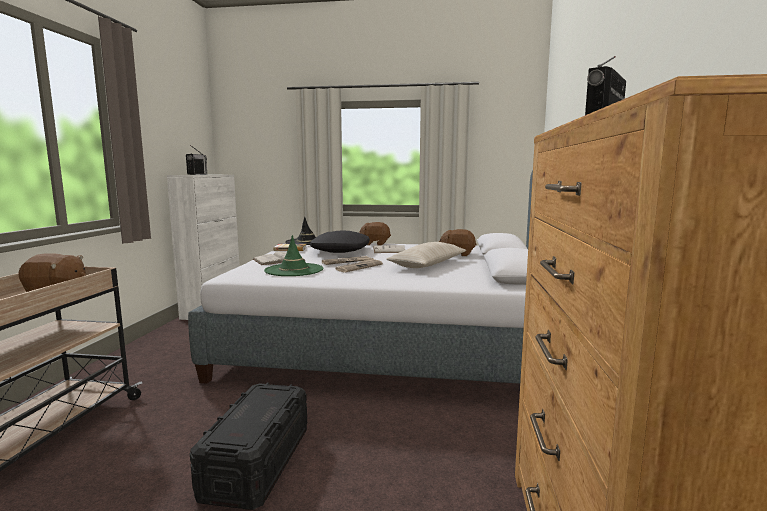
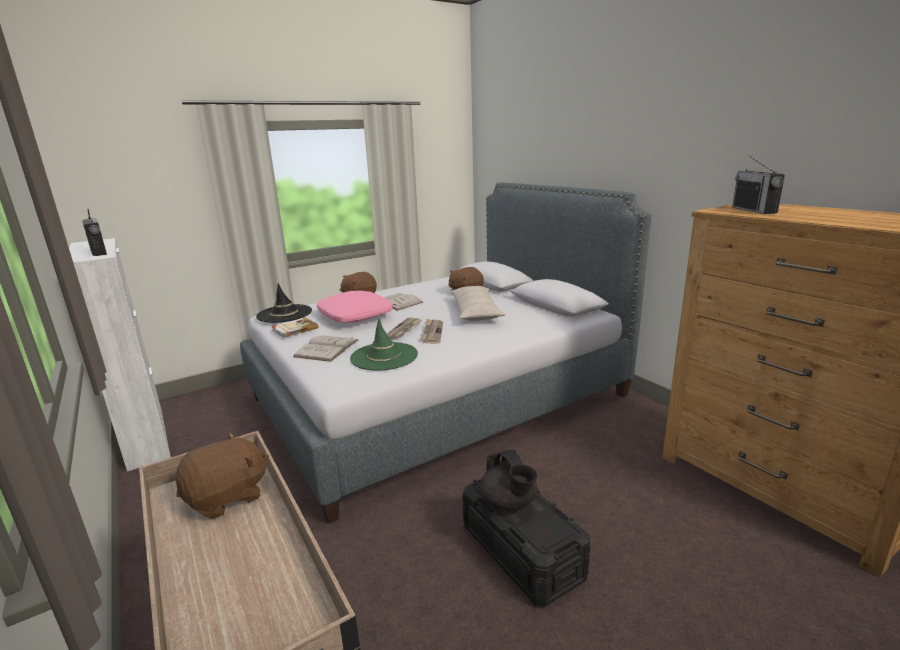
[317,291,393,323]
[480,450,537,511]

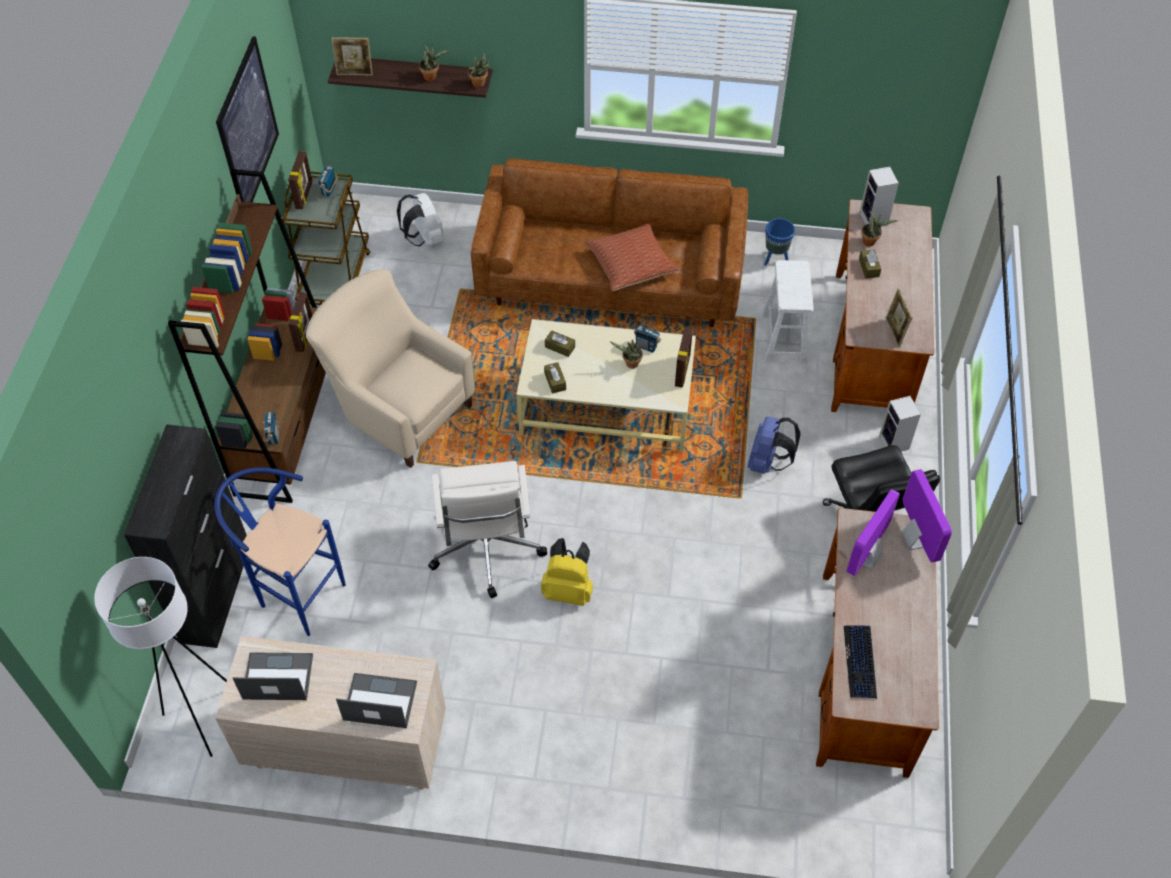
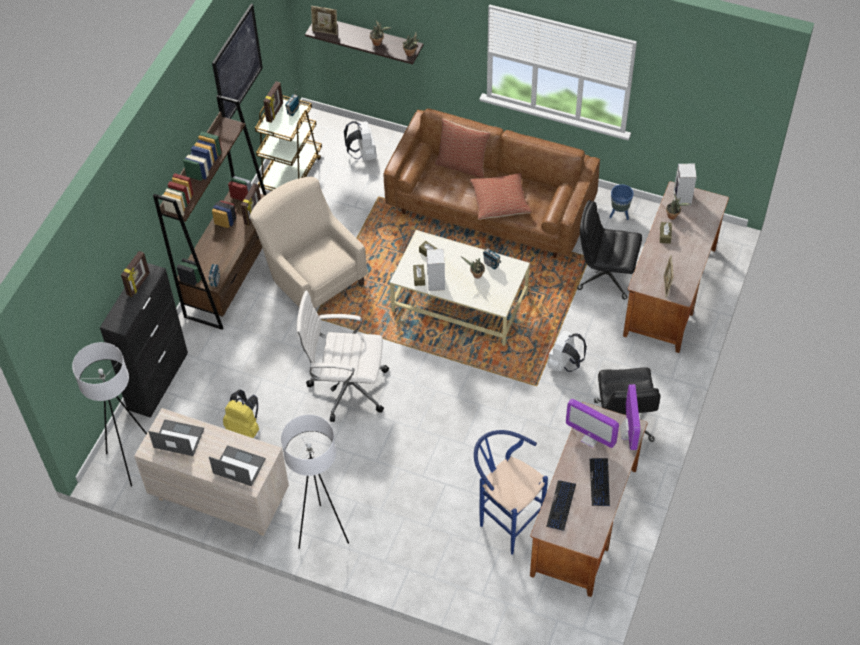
[121,251,150,297]
[223,390,259,438]
[281,415,349,549]
[297,290,389,422]
[427,249,445,291]
[435,118,491,178]
[474,430,548,555]
[547,331,587,372]
[566,399,619,448]
[577,200,642,300]
[590,458,610,507]

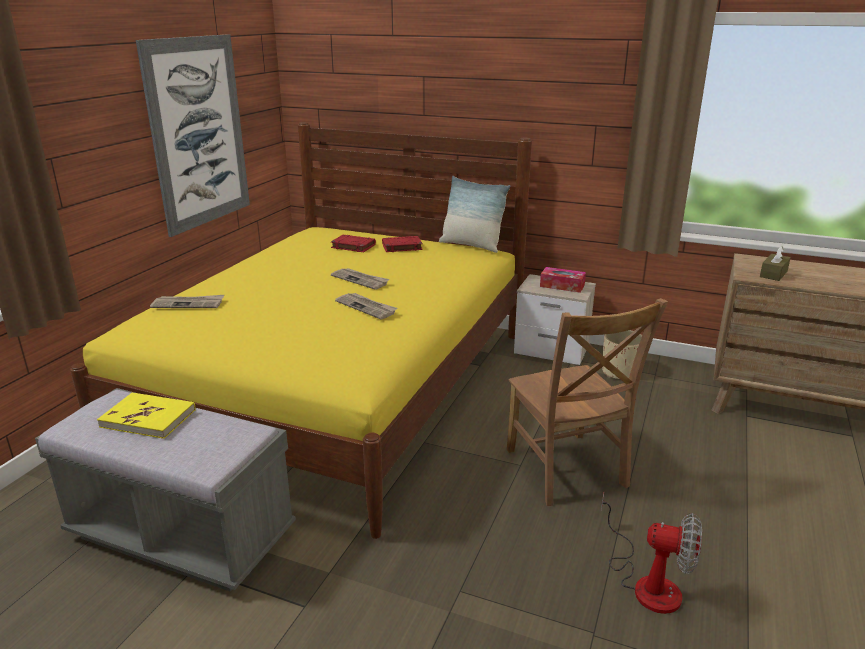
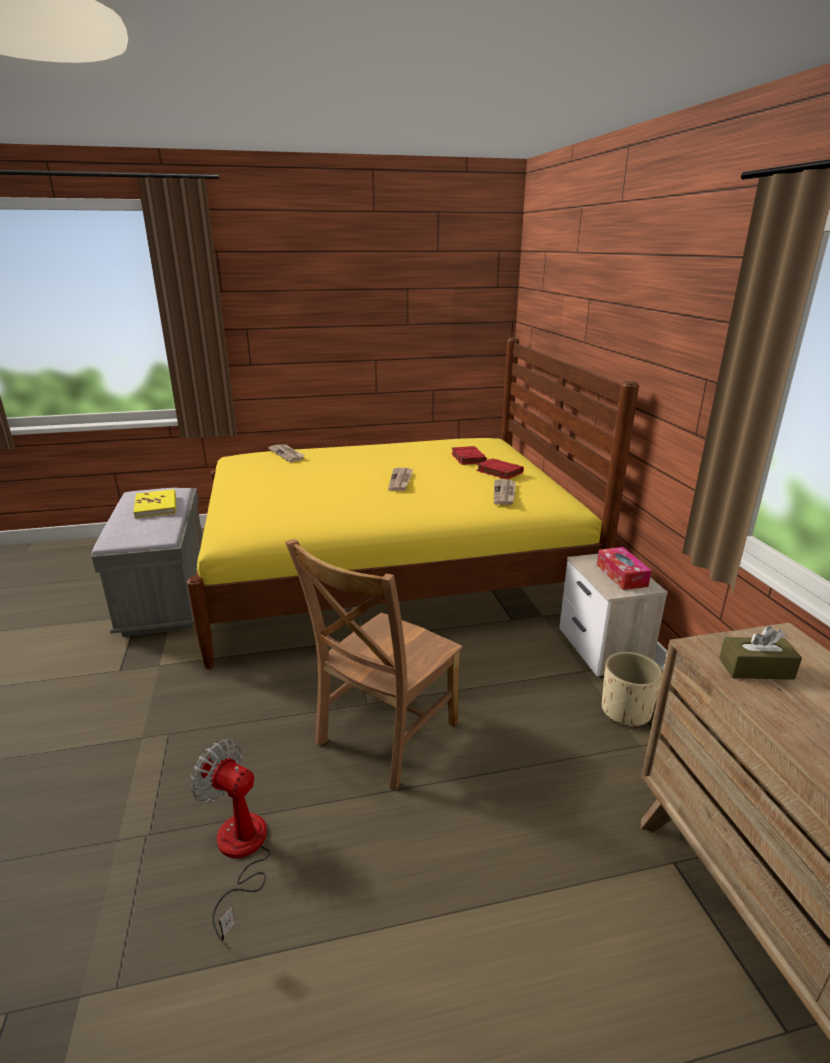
[191,739,271,941]
[494,479,516,505]
[136,34,250,237] (first image)
[439,176,511,253] (first image)

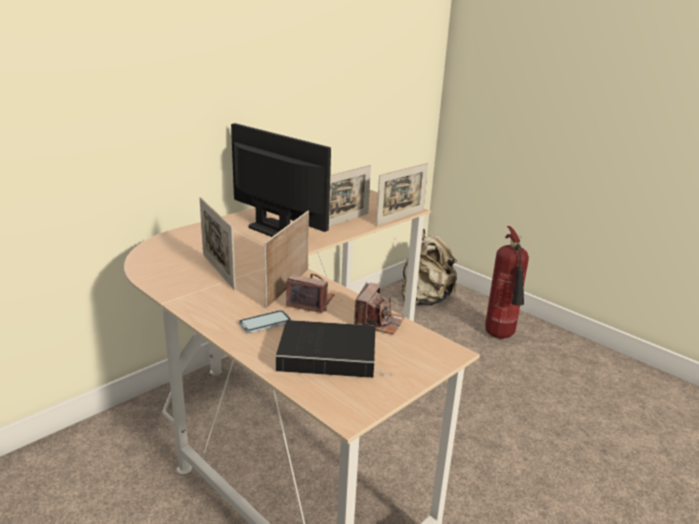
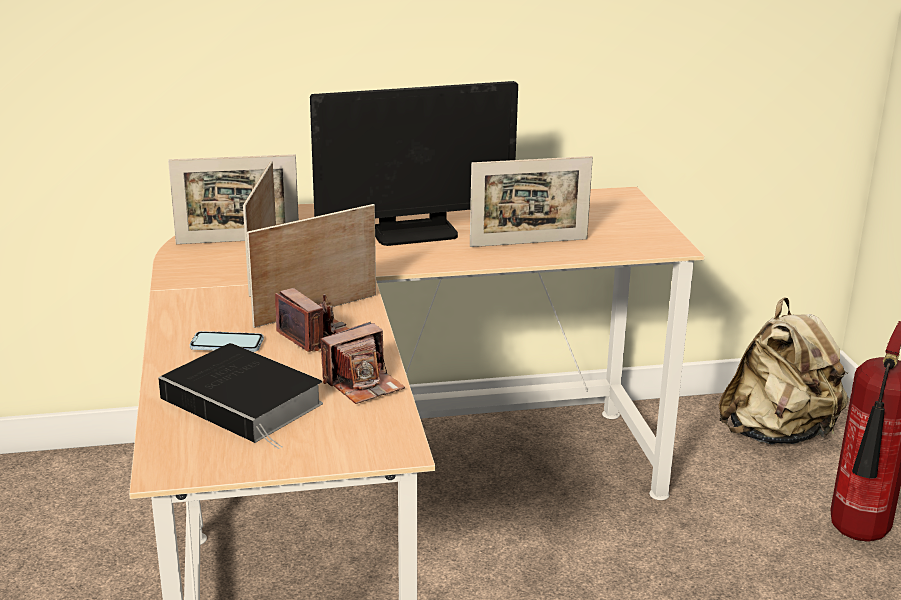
[168,154,299,244]
[310,81,518,246]

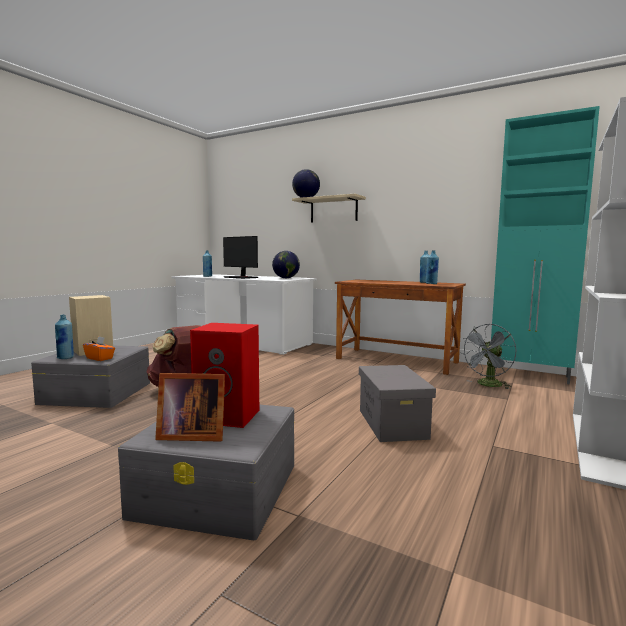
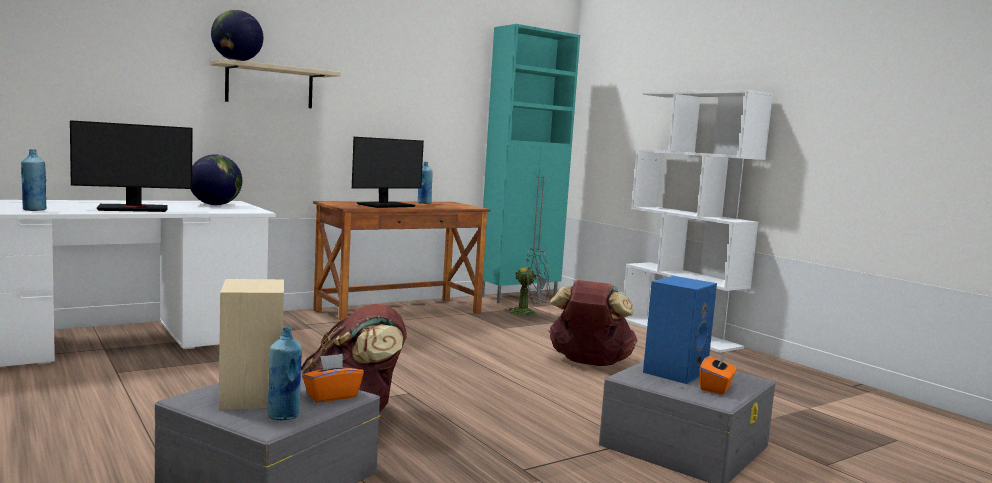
[352,137,424,208]
[509,248,550,319]
[549,280,637,366]
[643,276,717,384]
[699,352,737,395]
[426,250,439,284] (first image)

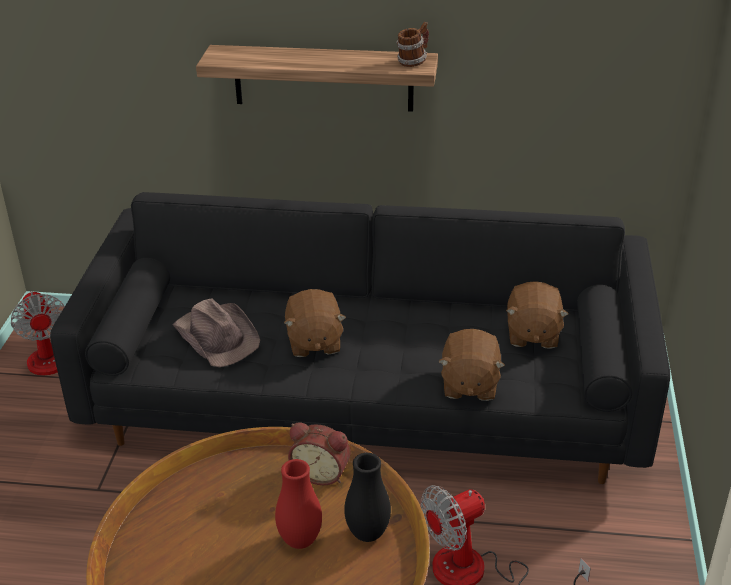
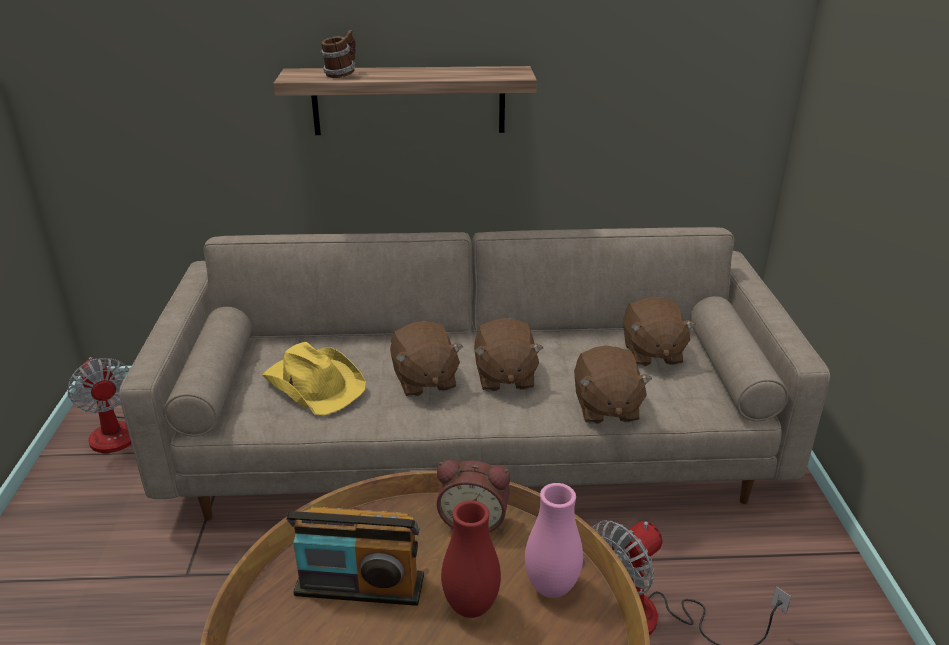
[119,227,830,521]
[262,342,366,415]
[286,507,424,606]
[321,30,356,78]
[474,318,543,392]
[525,483,583,598]

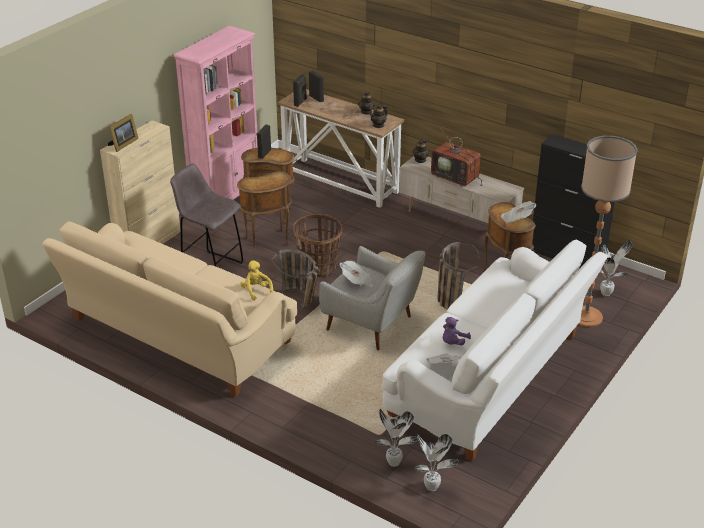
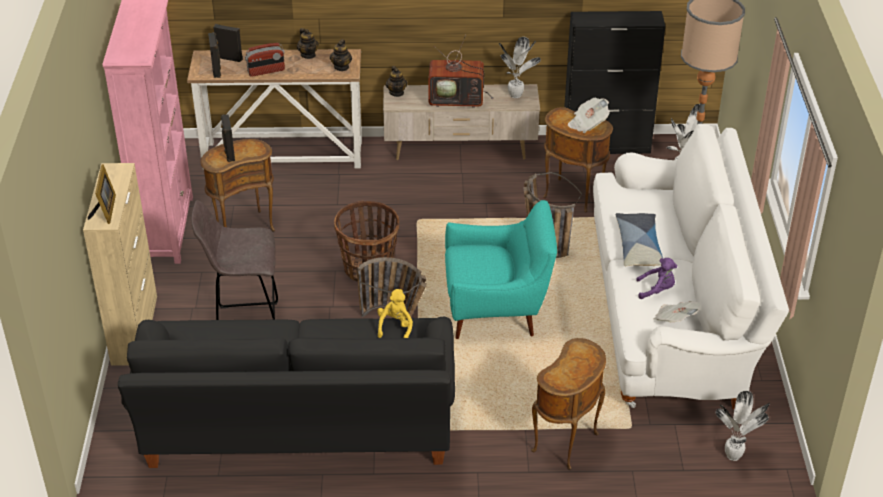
[118,317,455,468]
[245,43,285,77]
[377,289,413,338]
[445,200,557,339]
[499,37,541,98]
[531,338,606,470]
[616,213,663,266]
[636,258,677,299]
[340,261,373,287] (first image)

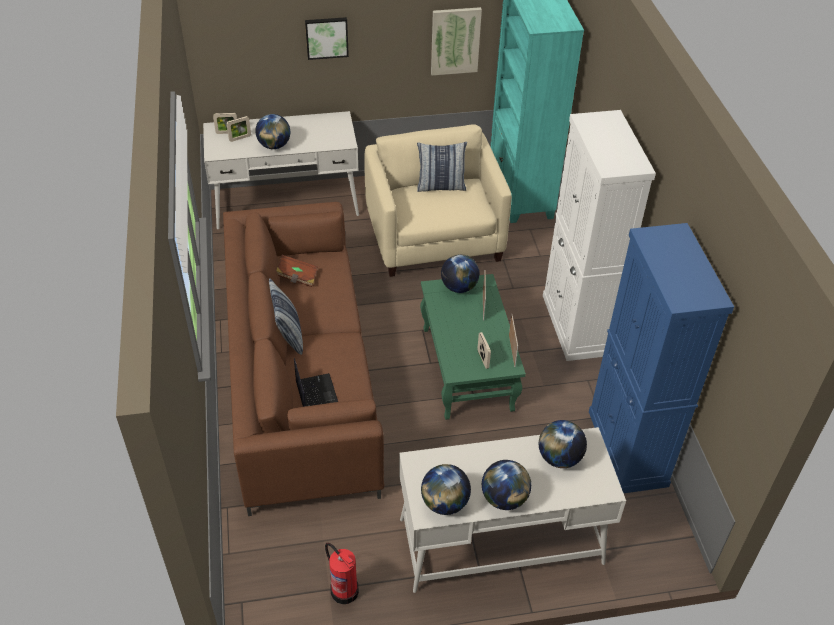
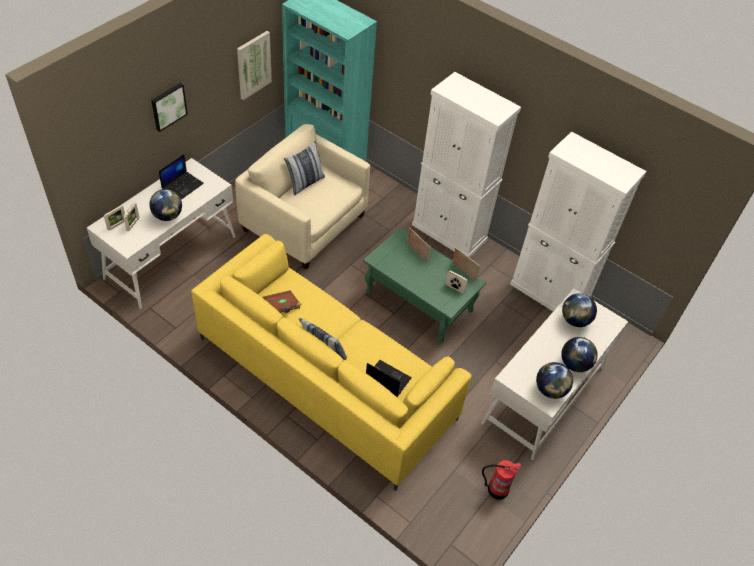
[159,154,204,200]
[191,234,472,491]
[510,131,646,311]
[441,254,479,293] (first image)

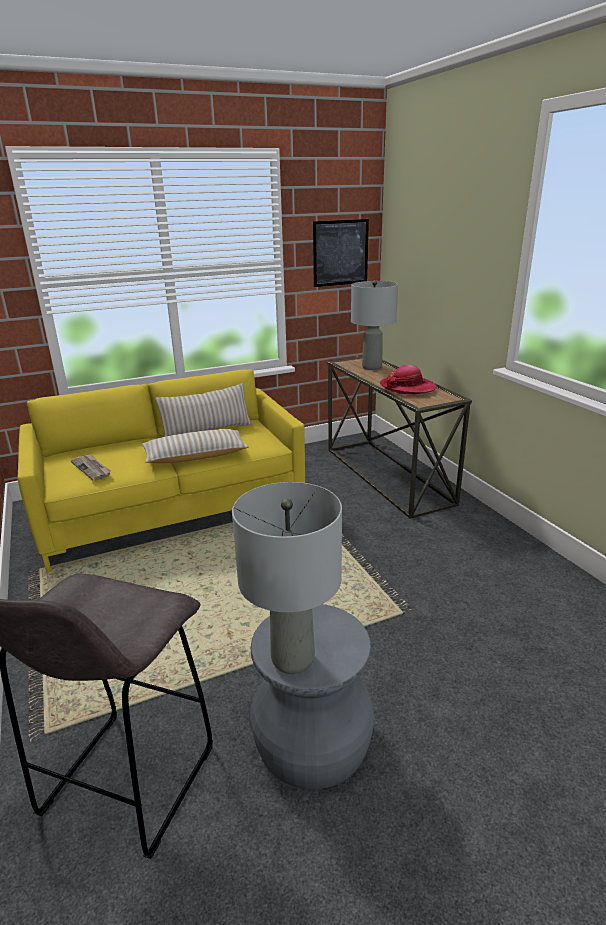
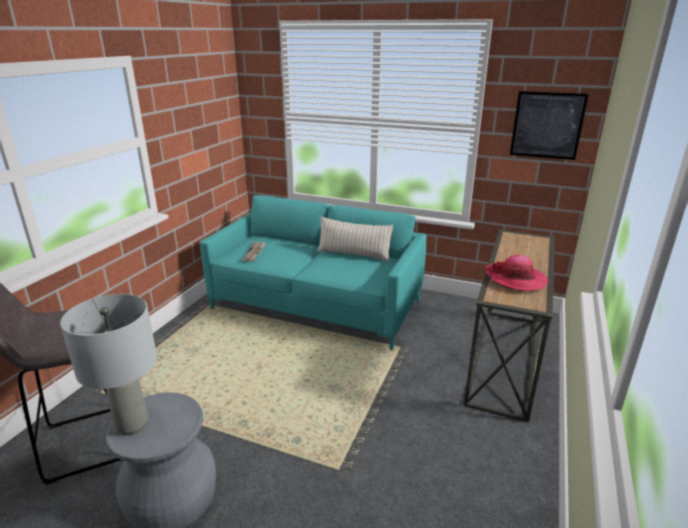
[200,195,426,350]
[142,429,249,463] (first image)
[351,280,398,370] (first image)

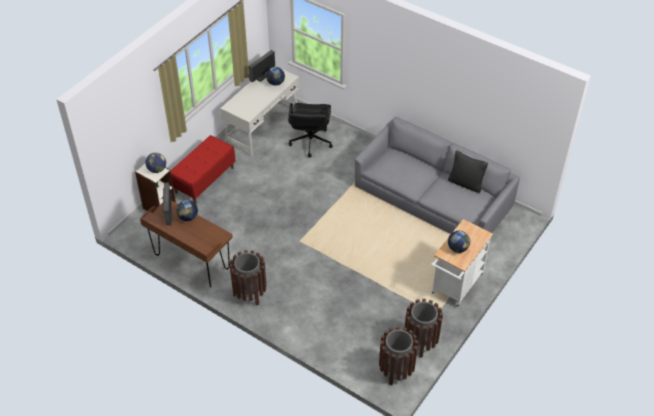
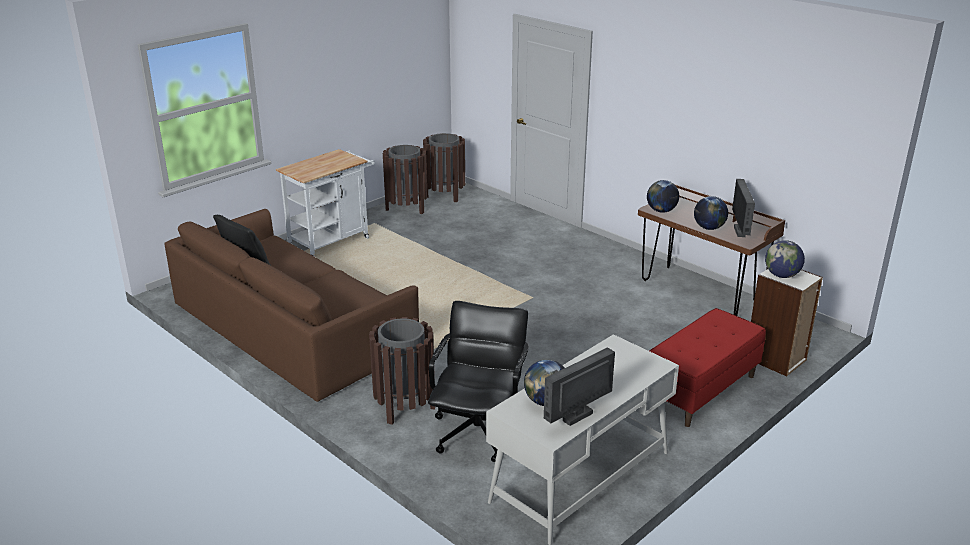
[164,209,419,402]
[369,317,435,425]
[647,180,679,213]

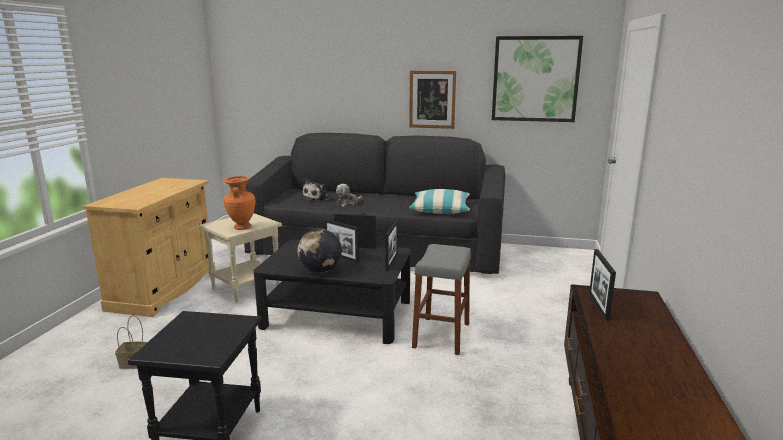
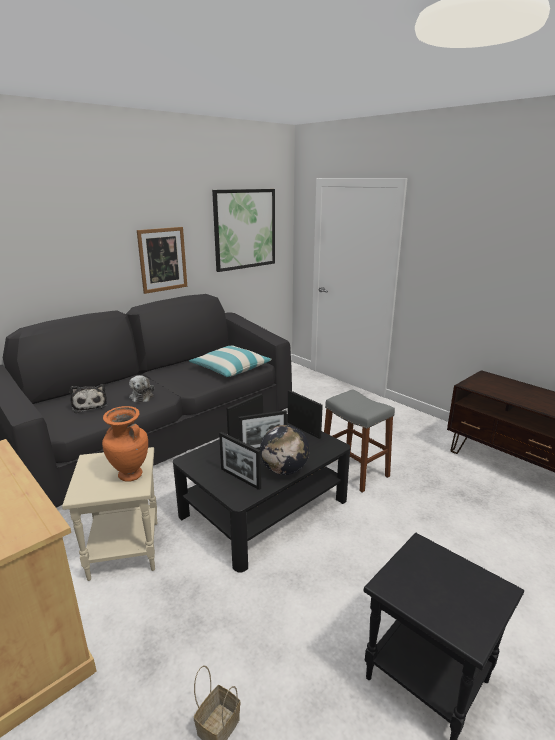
[219,432,261,490]

